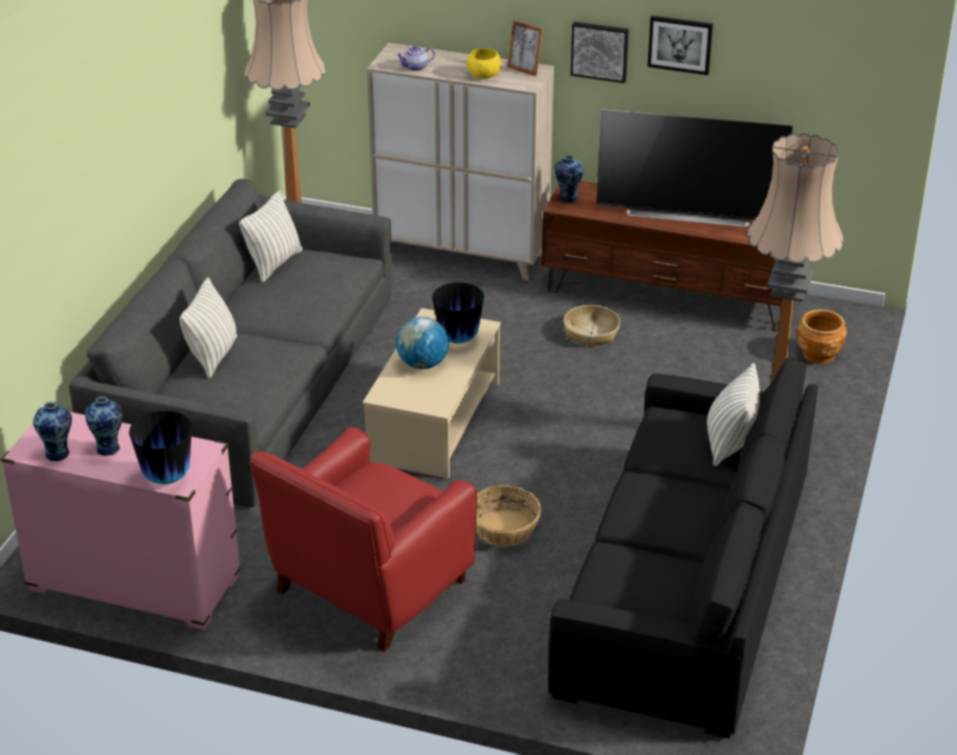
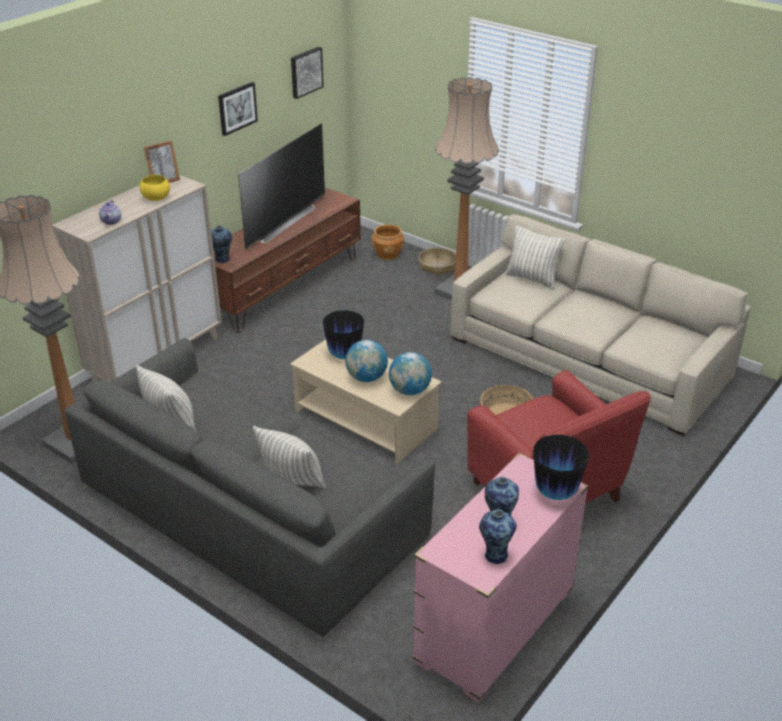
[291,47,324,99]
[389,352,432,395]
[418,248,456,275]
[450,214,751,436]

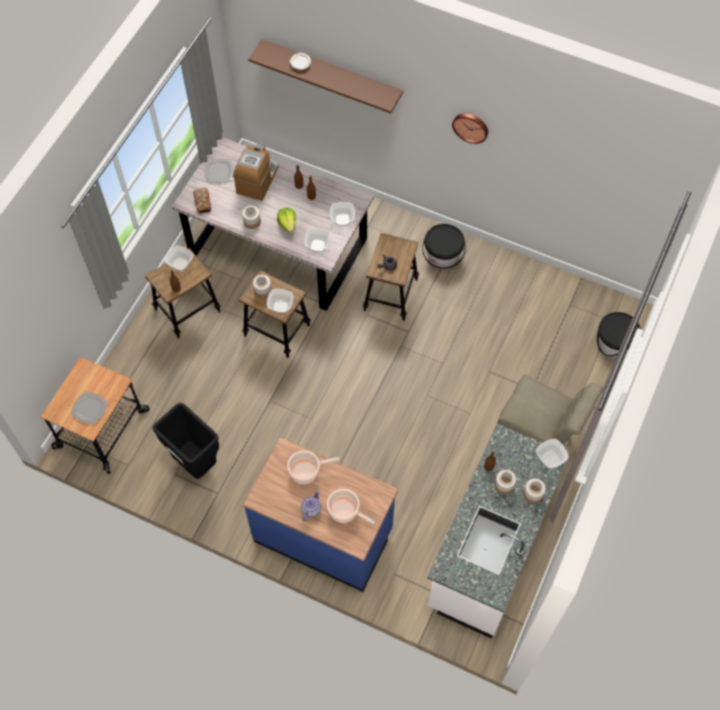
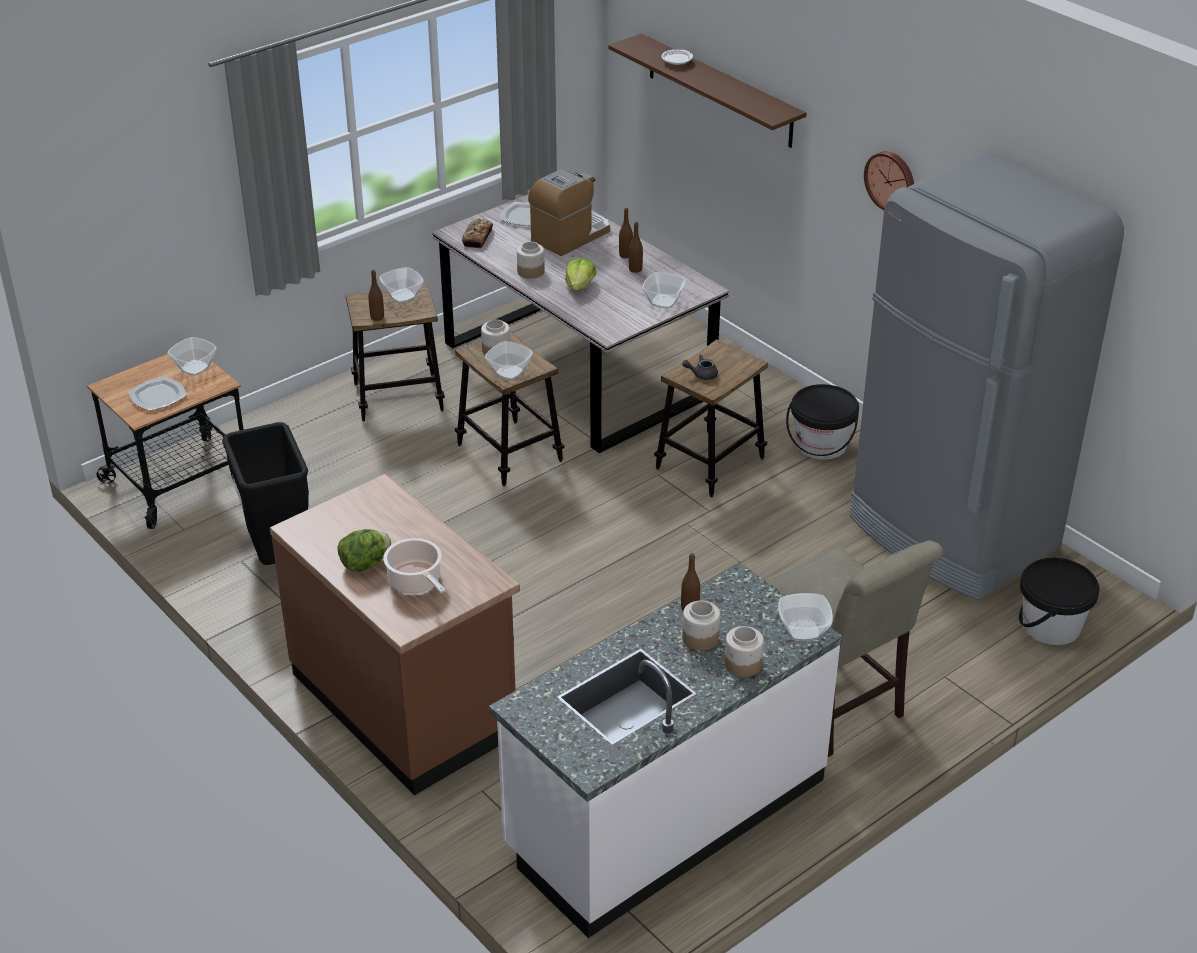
[167,337,217,376]
[270,474,520,795]
[337,529,391,571]
[850,153,1124,600]
[287,450,339,484] (first image)

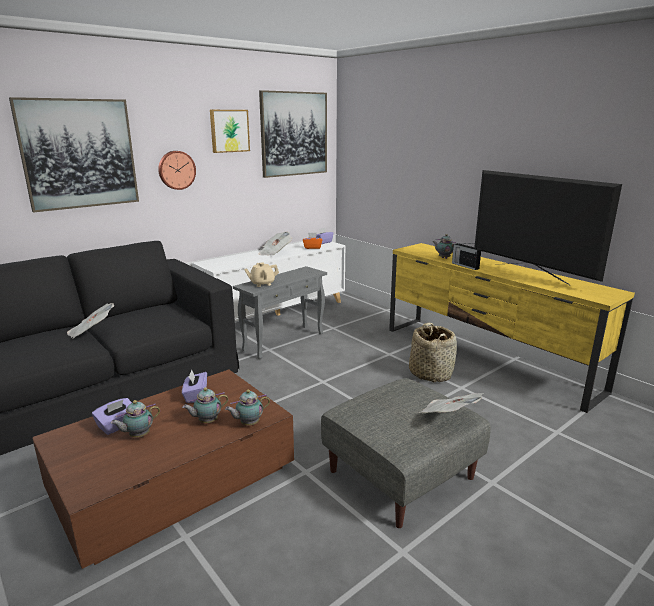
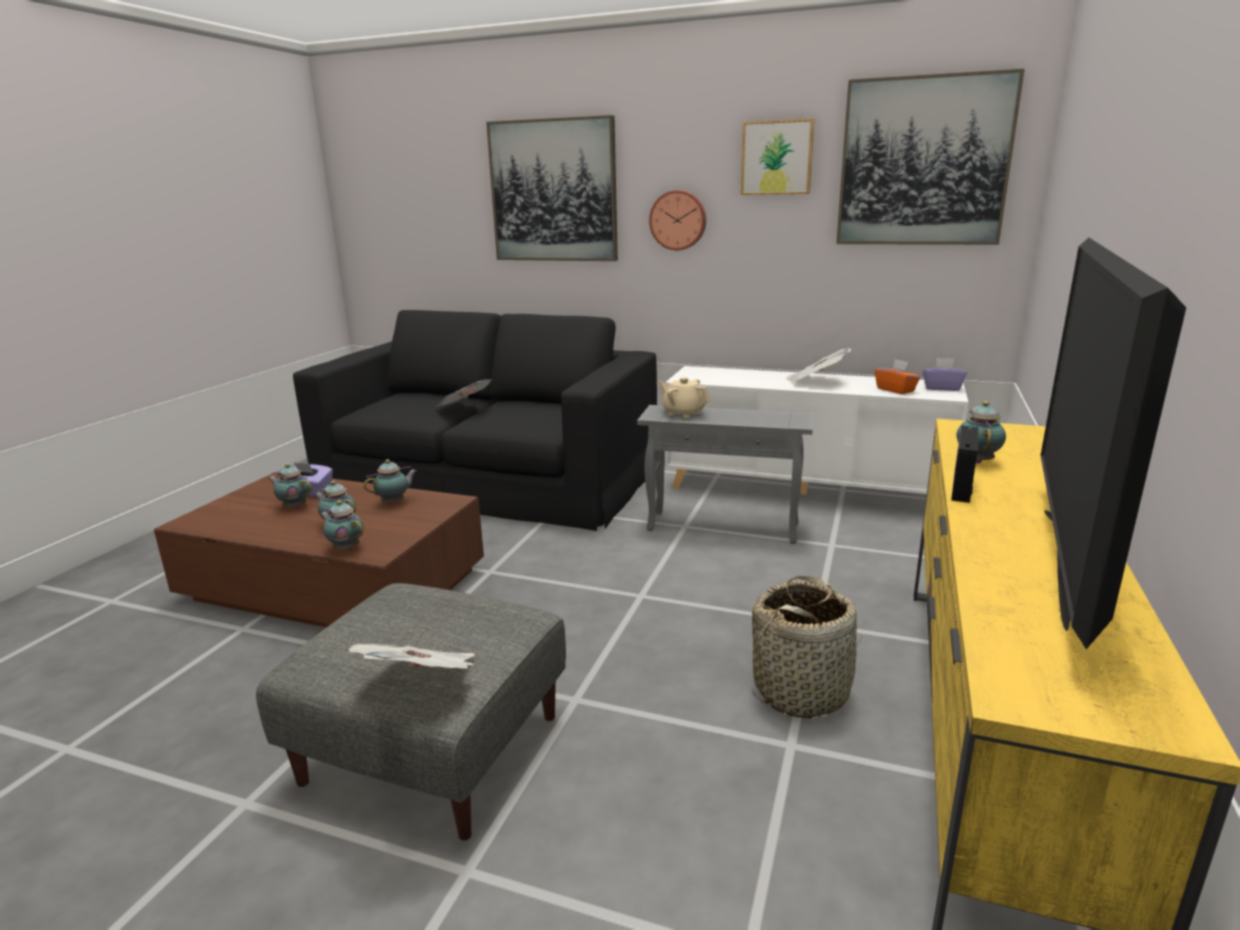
[364,459,417,504]

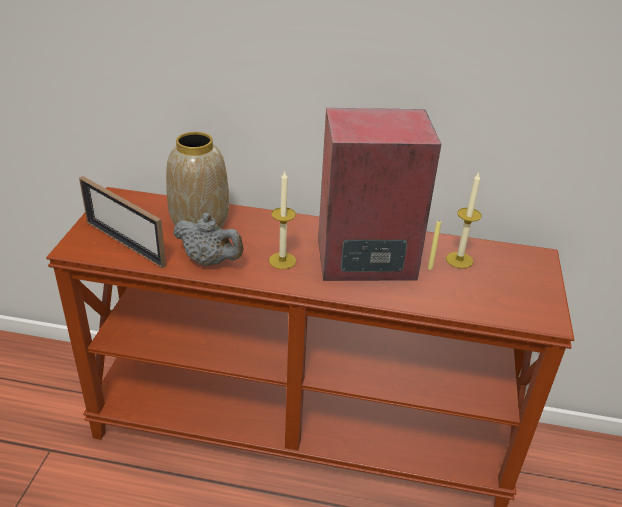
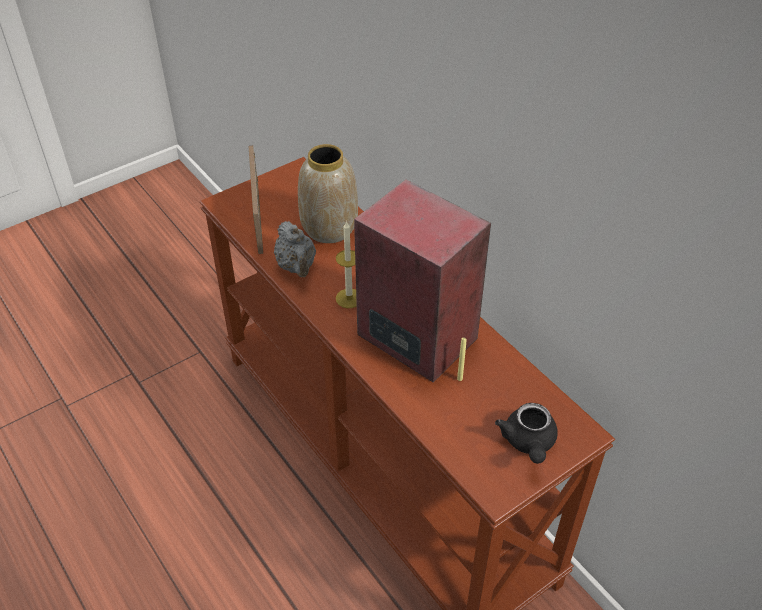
[495,403,558,464]
[446,172,482,269] (first image)

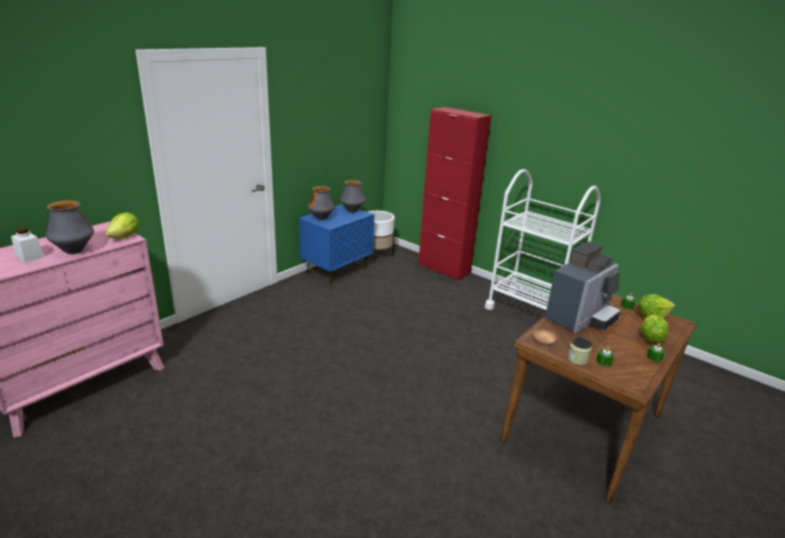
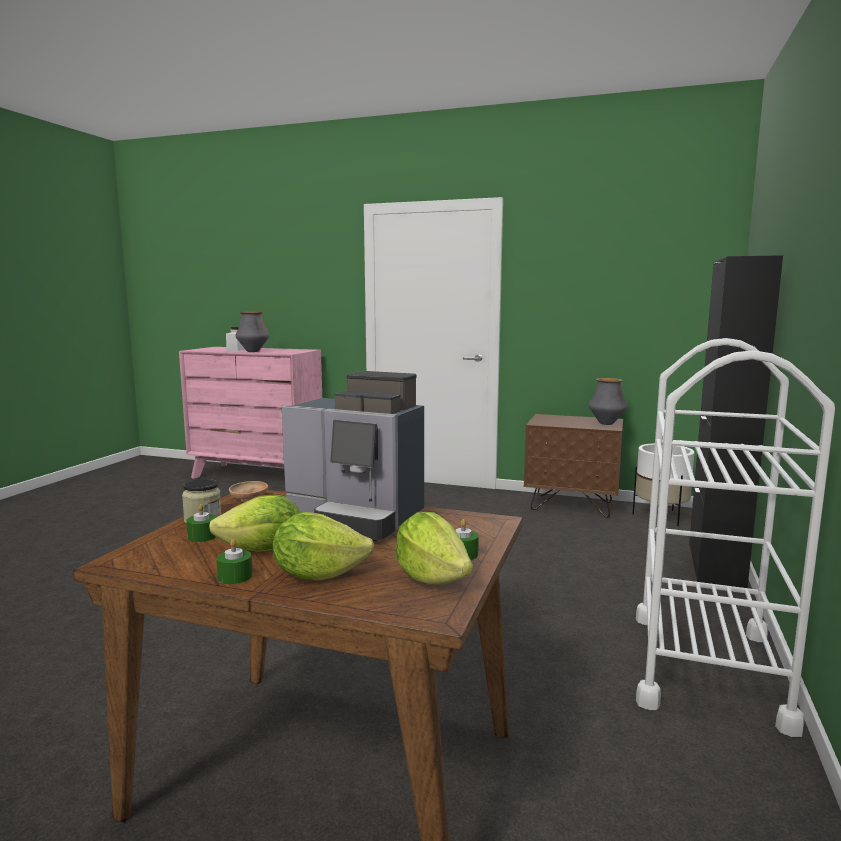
[209,494,301,552]
[524,414,623,518]
[689,255,783,588]
[308,186,335,220] (first image)

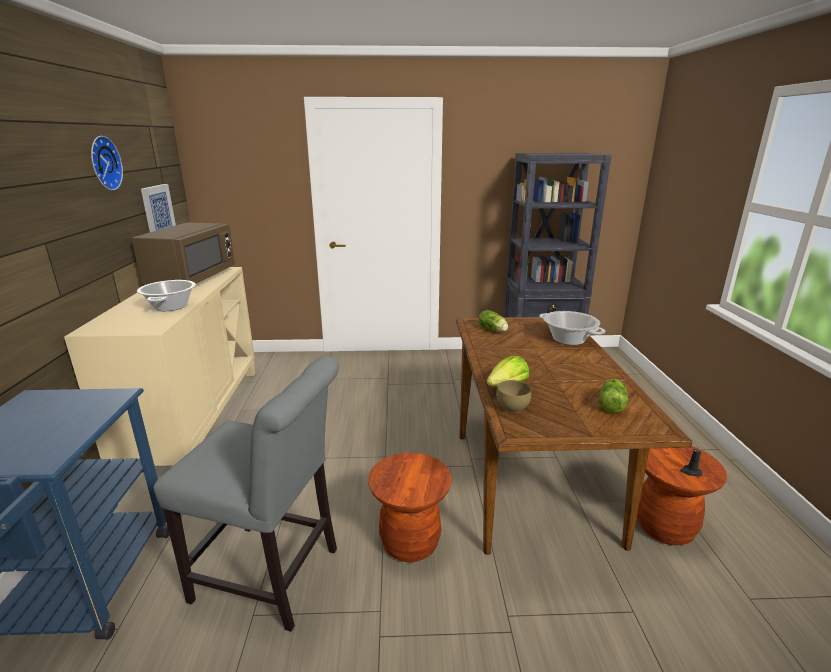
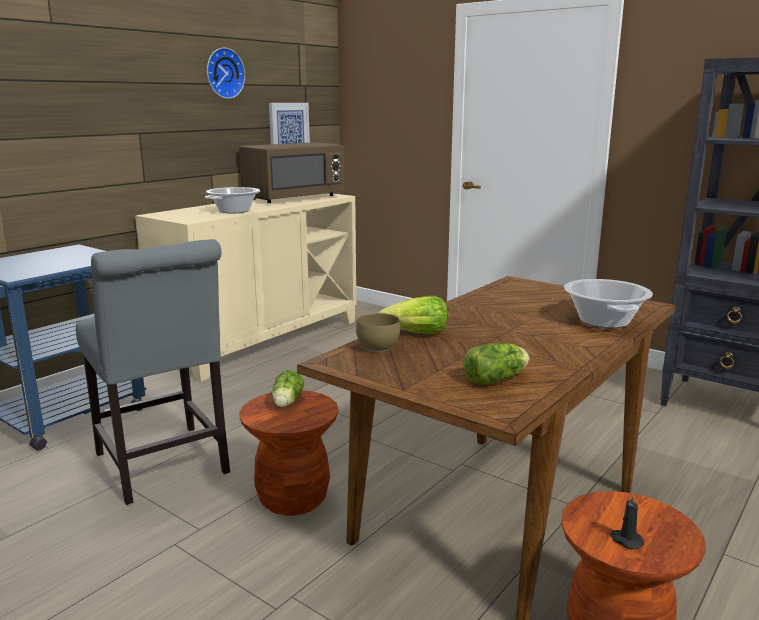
[272,370,304,407]

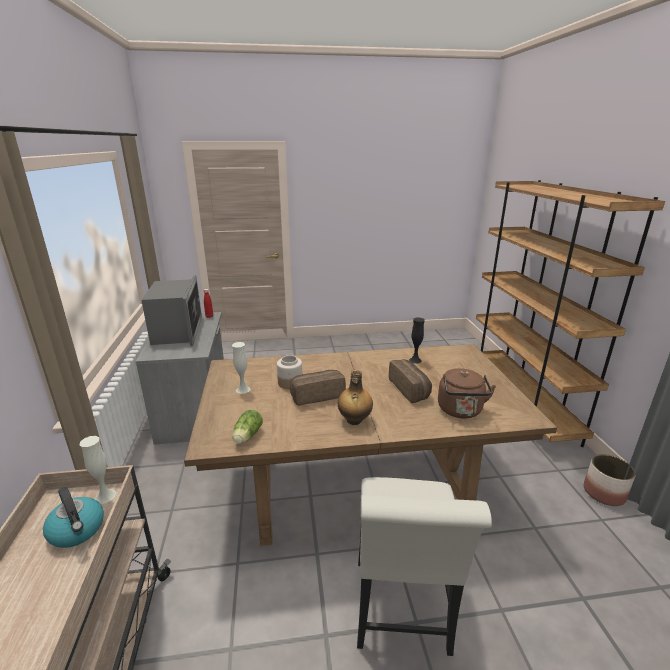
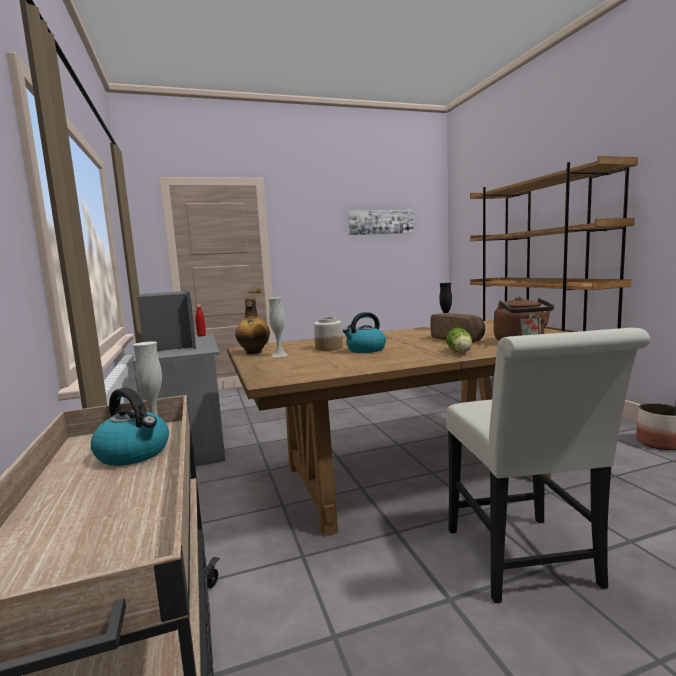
[235,298,270,354]
[343,312,386,353]
[348,210,413,235]
[446,328,472,353]

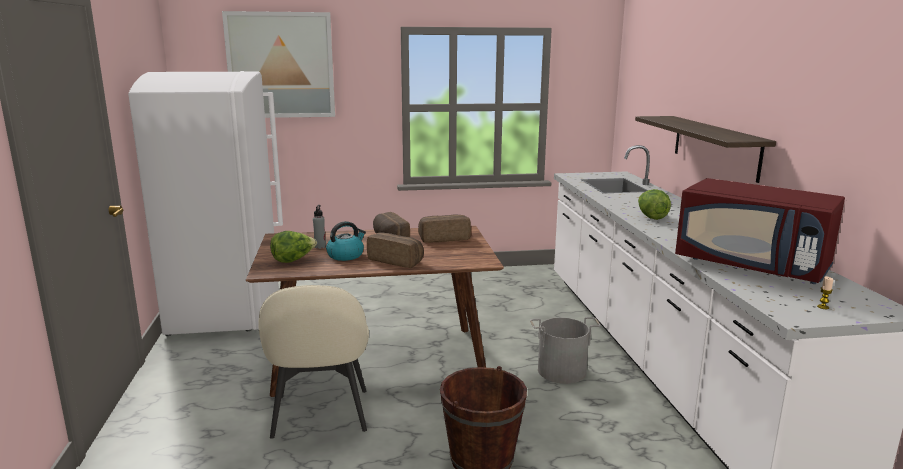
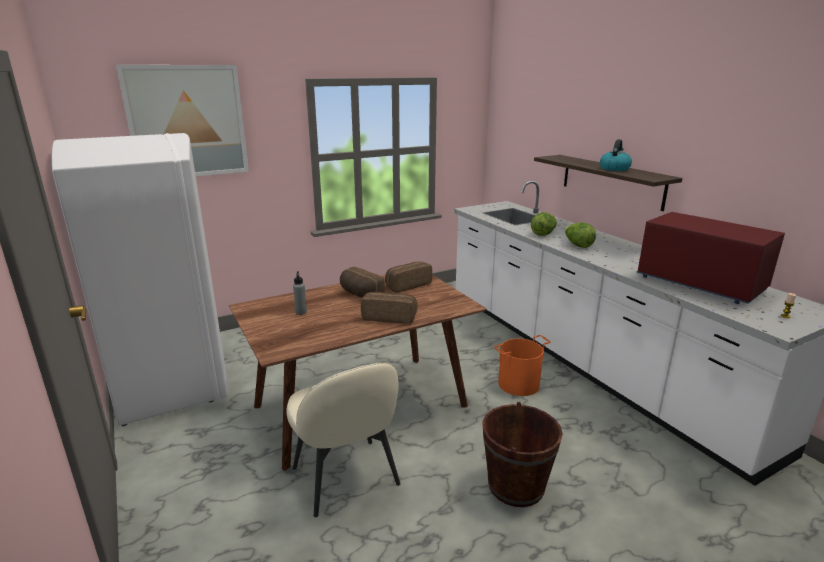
[494,335,551,396]
[531,212,557,236]
[600,139,632,171]
[637,212,785,304]

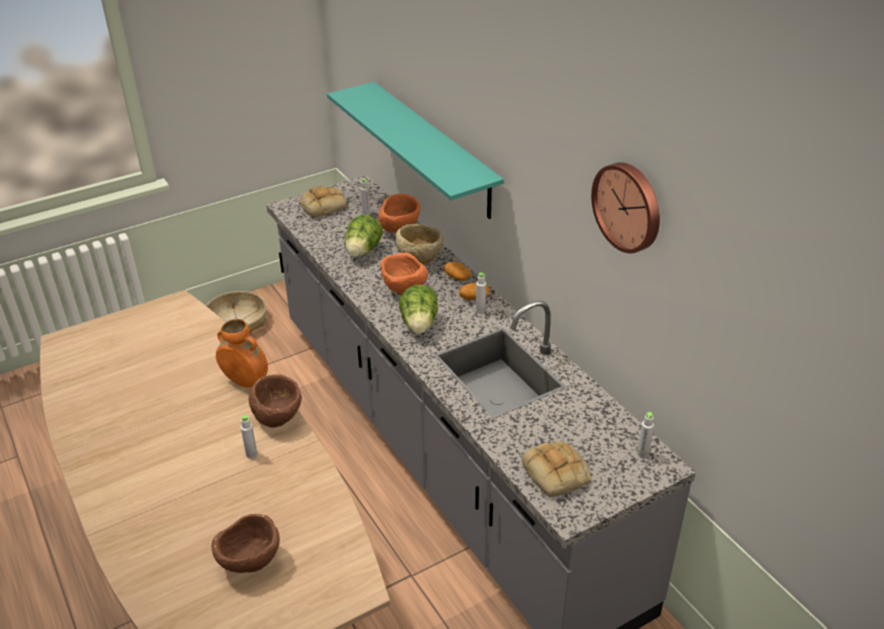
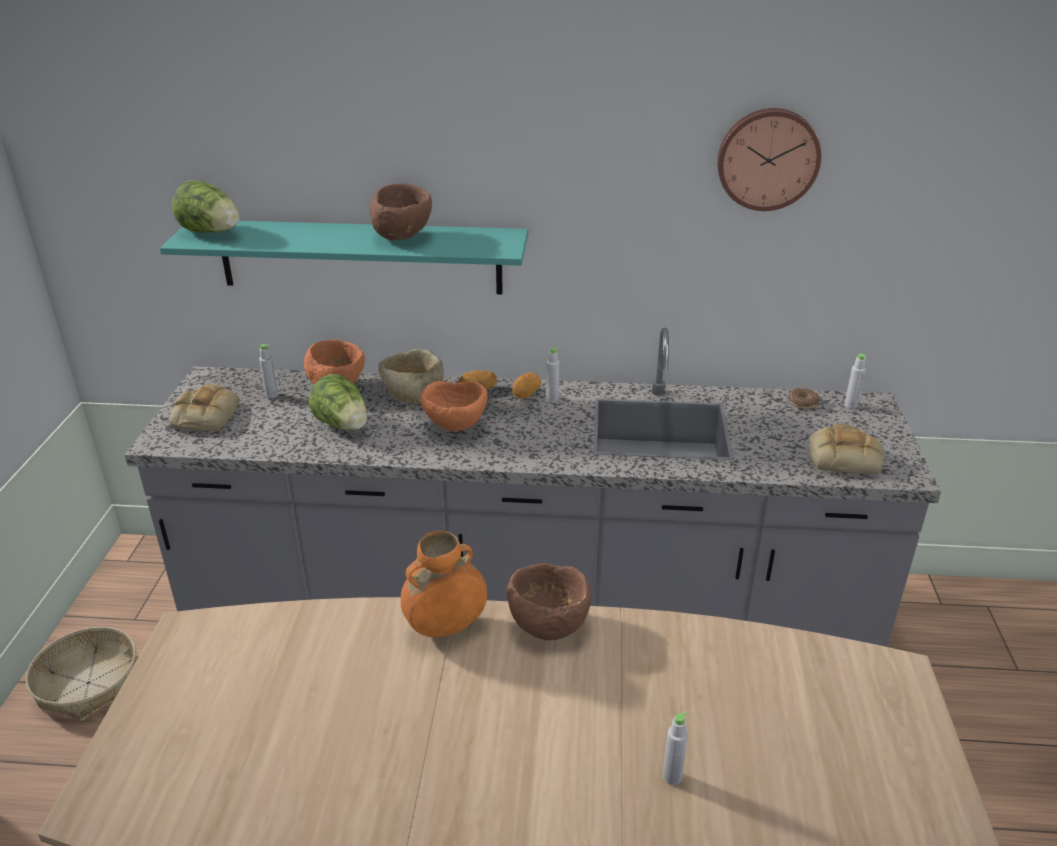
[172,180,239,233]
[370,184,432,240]
[663,712,688,785]
[788,388,819,409]

